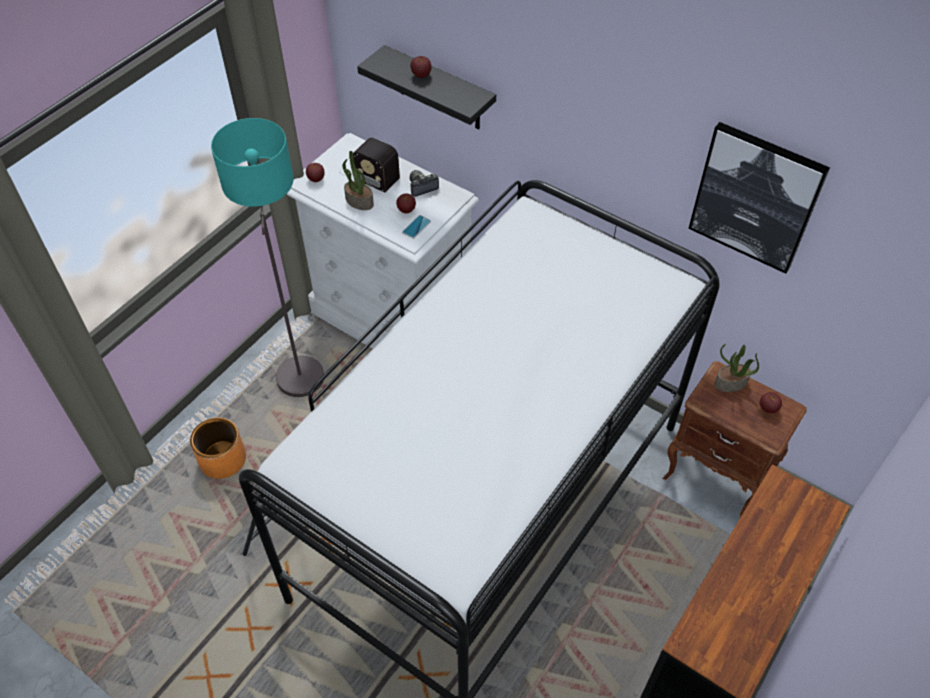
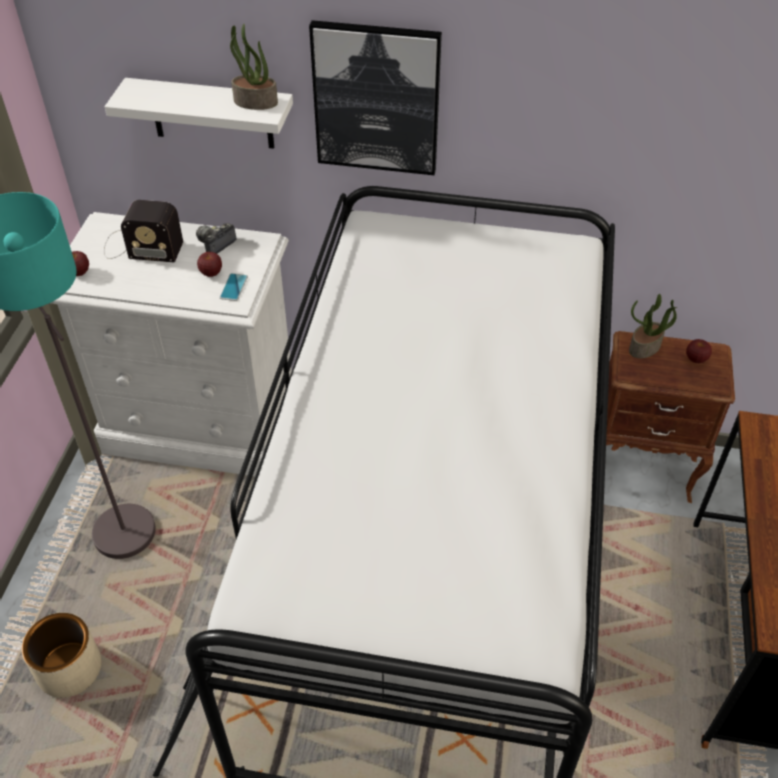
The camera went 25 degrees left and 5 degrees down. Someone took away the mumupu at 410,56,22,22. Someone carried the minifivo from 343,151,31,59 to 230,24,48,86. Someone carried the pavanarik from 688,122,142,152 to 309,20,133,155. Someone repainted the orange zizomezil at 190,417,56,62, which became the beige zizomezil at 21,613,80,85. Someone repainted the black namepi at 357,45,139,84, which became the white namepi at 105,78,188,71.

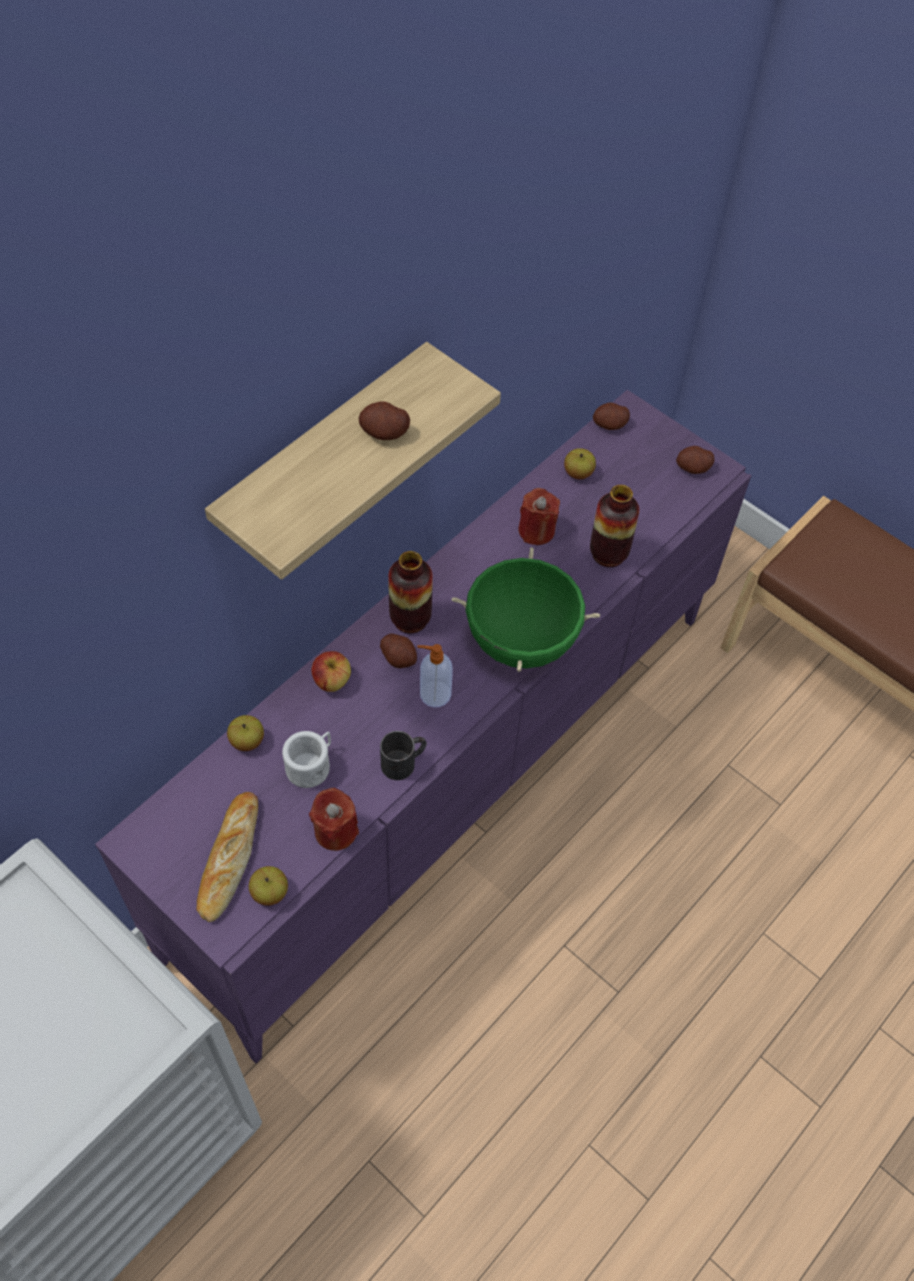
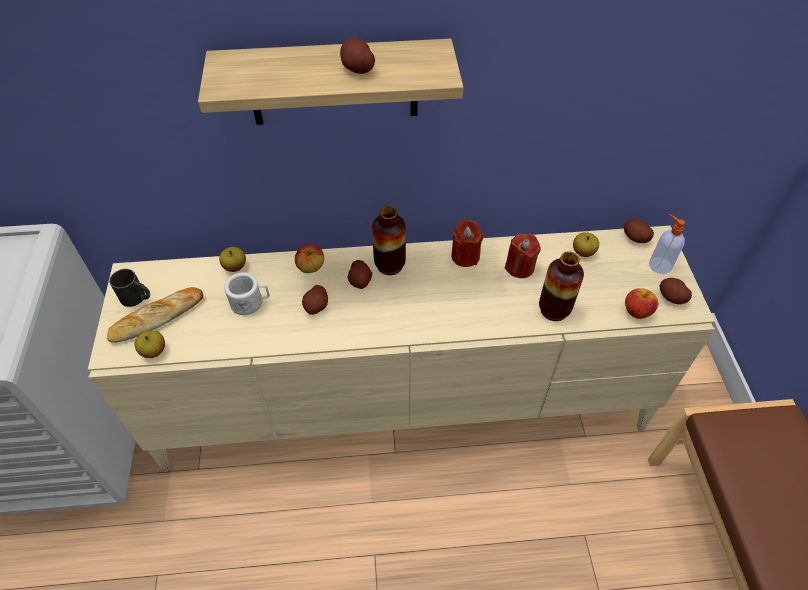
The camera went 45 degrees right and 5 degrees down. Someone took away the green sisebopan at 452,547,148,125. Someone put down the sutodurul at 302,285,26,30. Someone put down the mumupu at 625,288,33,31. Someone carried the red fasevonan from 309,787,50,64 to 451,220,32,47. Someone carried the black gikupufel from 380,731,47,49 to 109,269,41,38. Someone carried the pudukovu from 417,644,36,63 to 649,214,36,60. Someone repainted the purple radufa at 95,390,657,673, which became the beige radufa at 88,226,627,246.

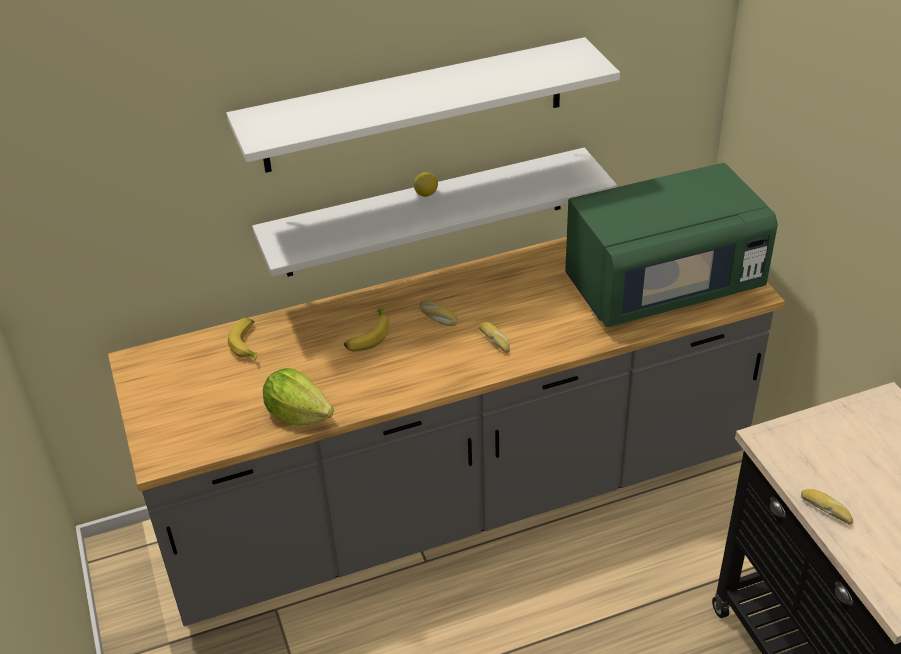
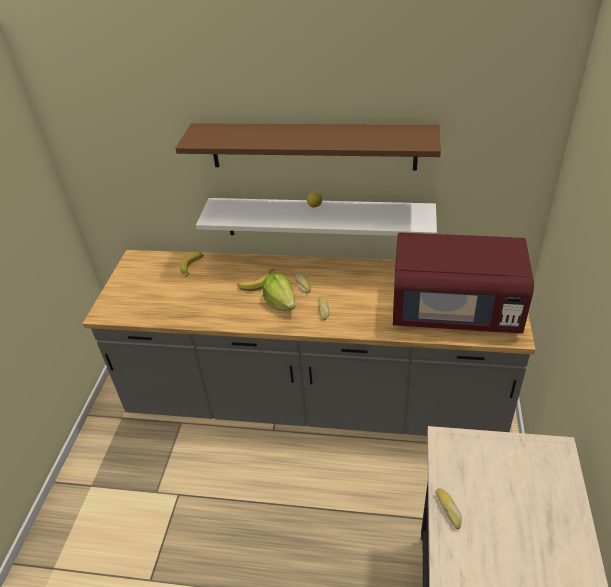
The camera went 30 degrees right and 0 degrees up. Someone carried the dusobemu from 263,368,71,58 to 263,273,32,38. Someone repainted the white namepi at 226,37,394,136, which became the brown namepi at 175,123,266,48. Someone repainted the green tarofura at 565,163,213,164, which became the red tarofura at 393,233,141,101.

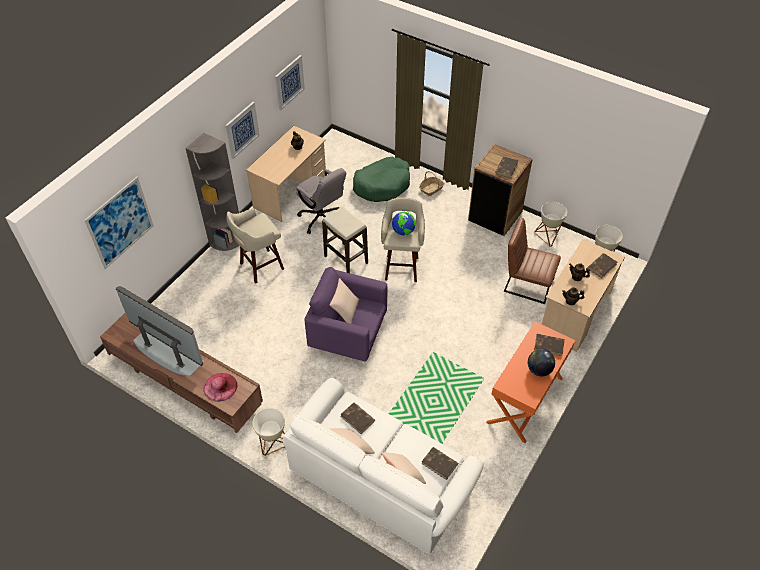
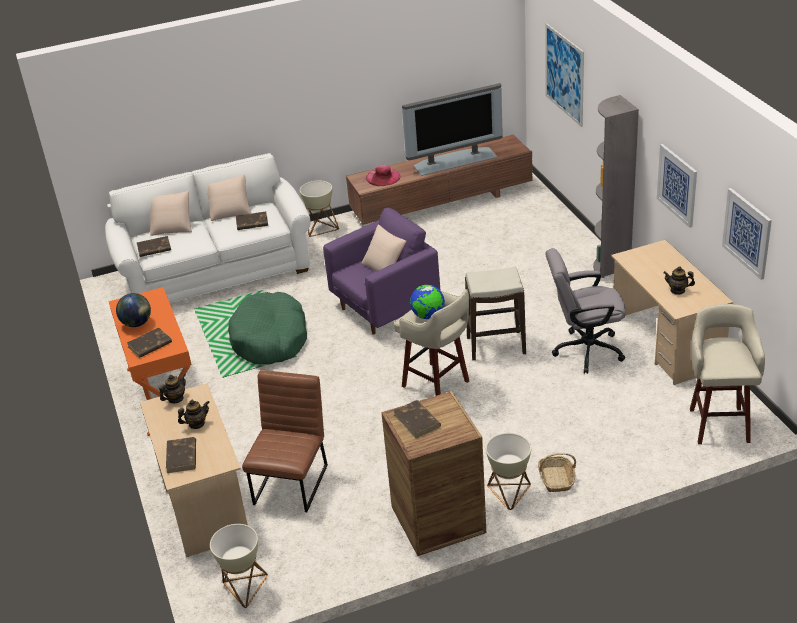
The camera went 130 degrees right and 15 degrees down. Someone carried the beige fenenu from 226,208,58,76 to 690,304,75,140. Someone carried the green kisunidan from 353,157,57,45 to 228,292,79,72. Someone carried the zizomezil from 534,202,33,45 to 486,433,45,77. Someone rotated the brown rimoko at 504,218,57,86 by 45 degrees counterclockwise.

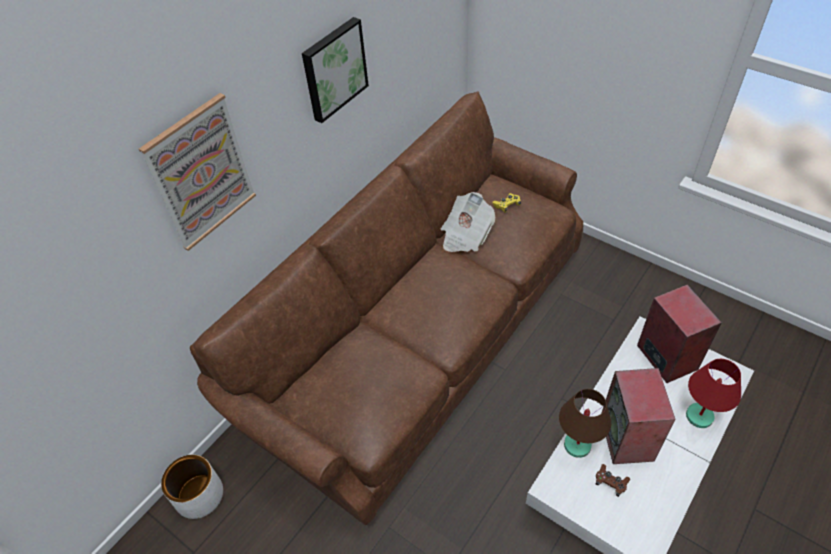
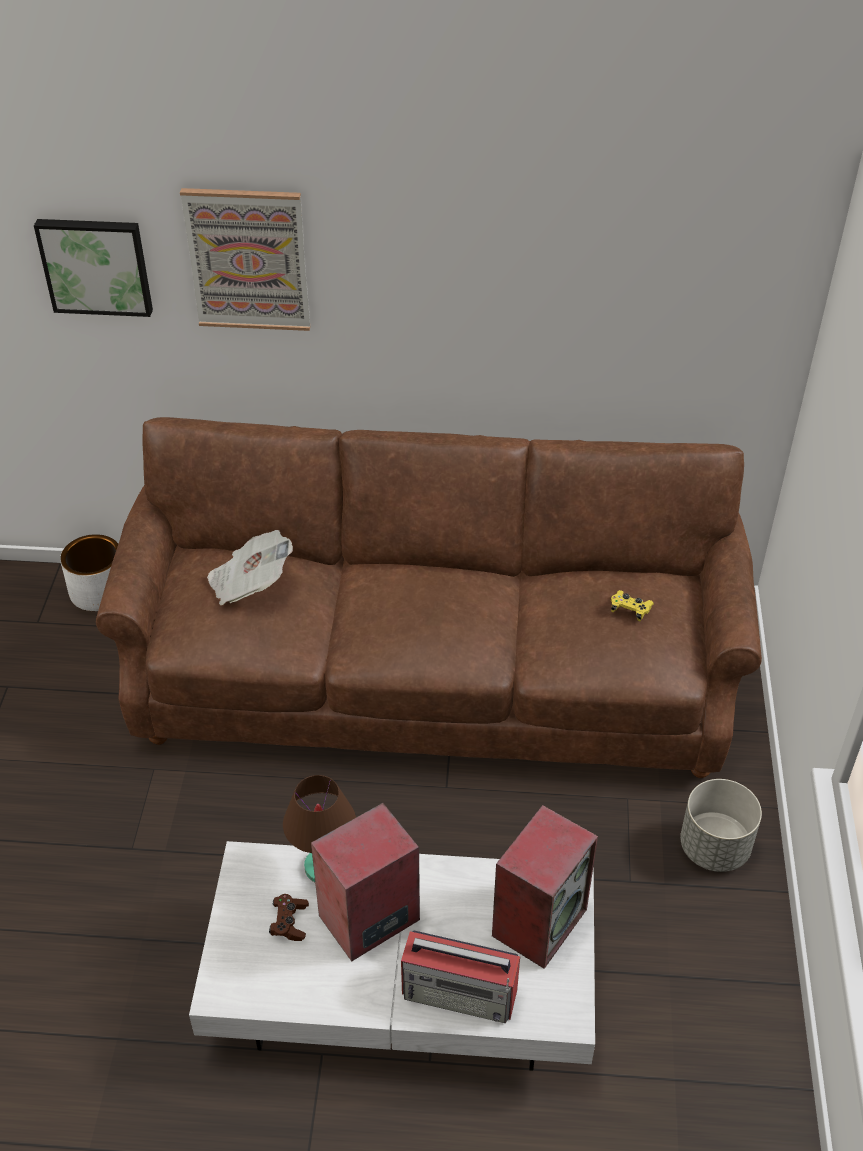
The camera went 55 degrees right and 5 degrees down. Someone put down the grey zizomezil at 680,779,82,93. Someone carried the pavanarik from 302,17,67,106 to 34,219,119,98. Someone carried the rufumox from 440,192,55,60 to 207,530,86,75. Someone swapped the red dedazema at 686,359,55,69 for the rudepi at 401,931,119,92.

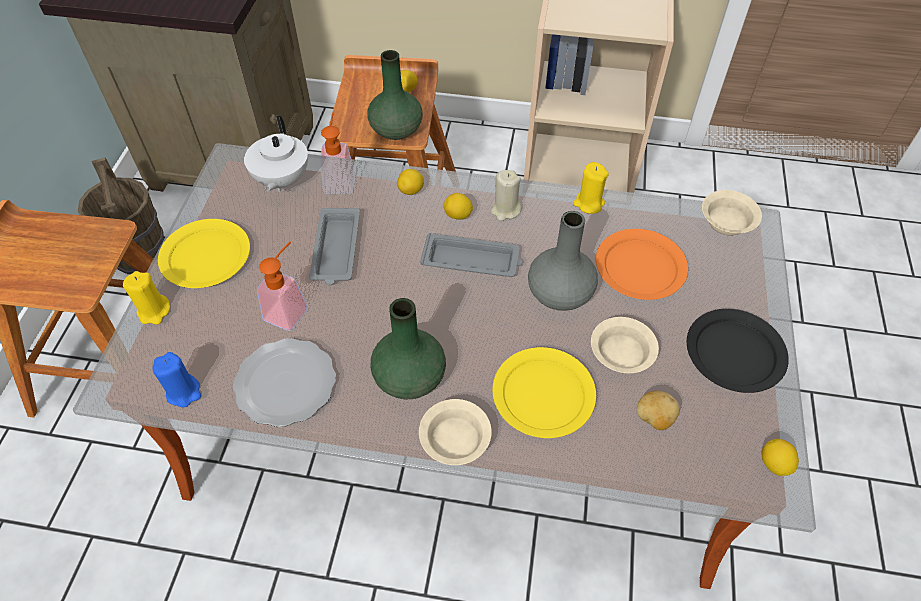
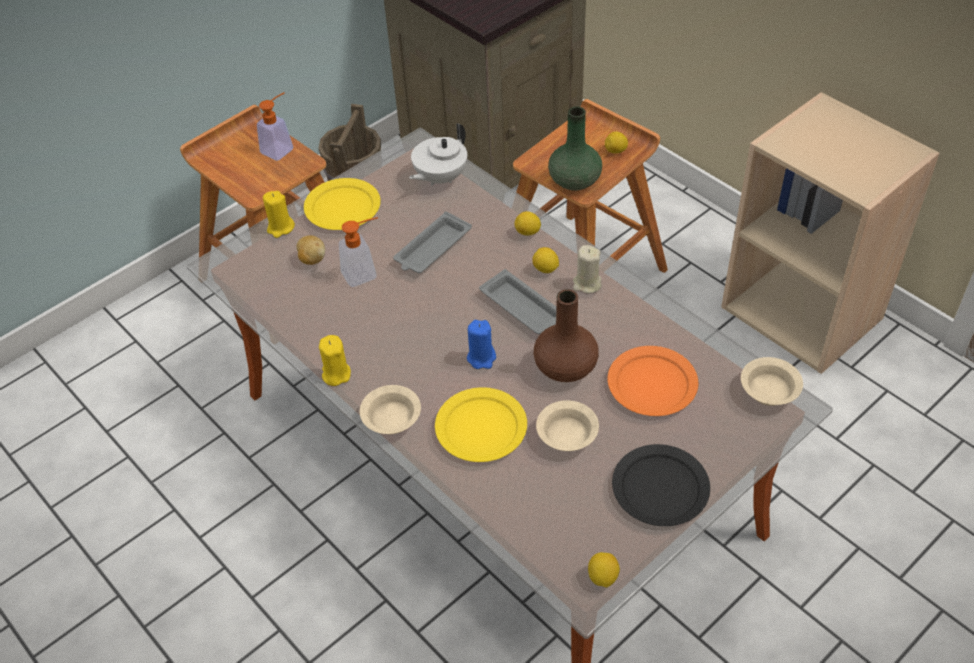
The camera went 40 degrees right and 5 degrees down. Someone took away the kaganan at 233,338,103,89. Someone took away the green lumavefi at 371,298,75,101. Someone carried the blue fasevonan from 152,352,49,55 to 467,320,29,49. Someone carried the pudukovu from 320,112,35,82 to 257,92,36,69. Someone carried the yellow fasevonan from 573,162,36,52 to 319,335,32,51. Someone carried the sutodurul from 637,391,43,39 to 297,236,28,29. Someone repainted the grey lumavefi at 528,211,70,100, which became the brown lumavefi at 534,289,65,93.

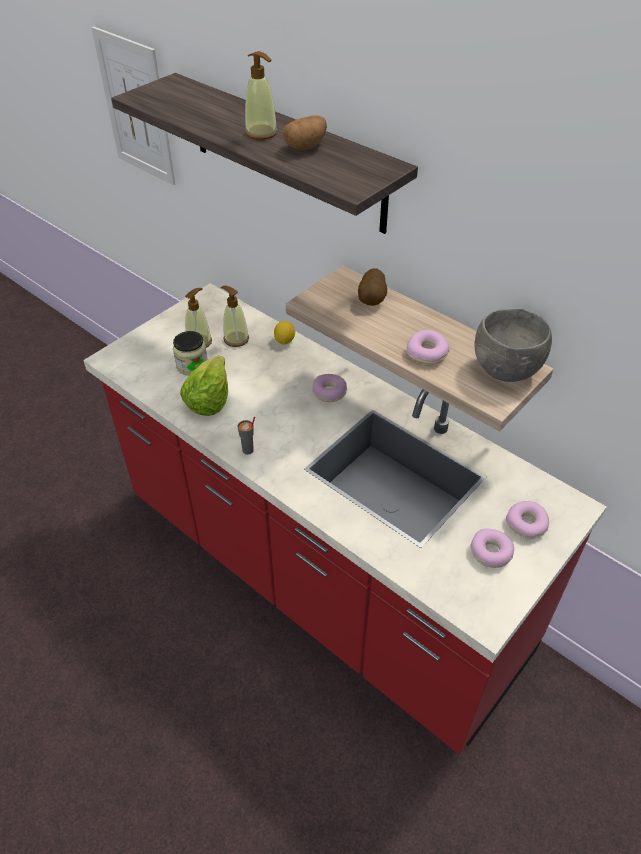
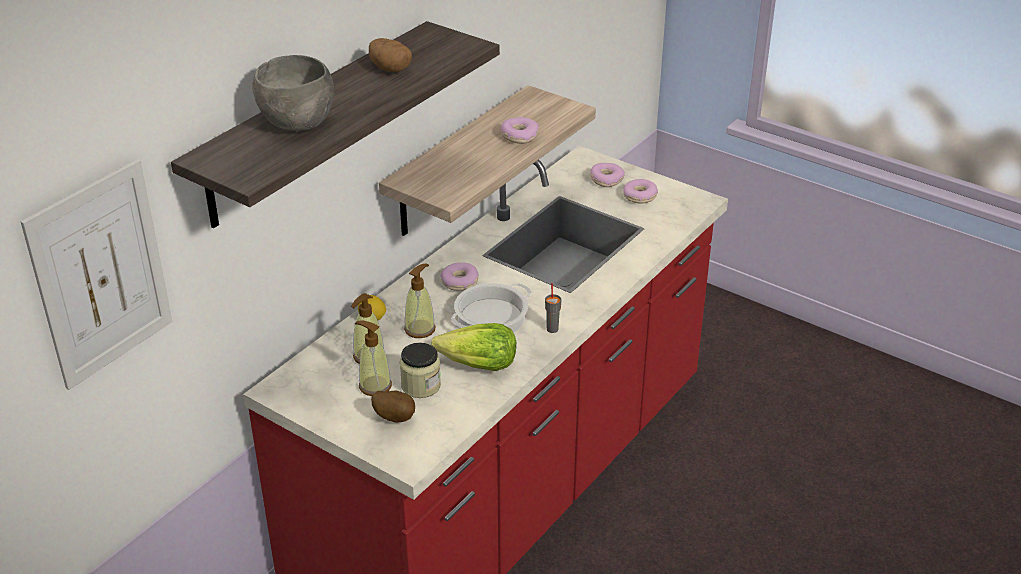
The camera went 95 degrees left and 10 degrees down. Someone put down the sisebopan at 451,283,81,50. Someone carried the pudukovu from 245,51,33,89 to 404,264,32,74. Someone carried the sutodurul from 358,268,29,38 to 371,391,44,32. Someone carried the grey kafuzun from 475,309,77,73 to 252,55,82,76.

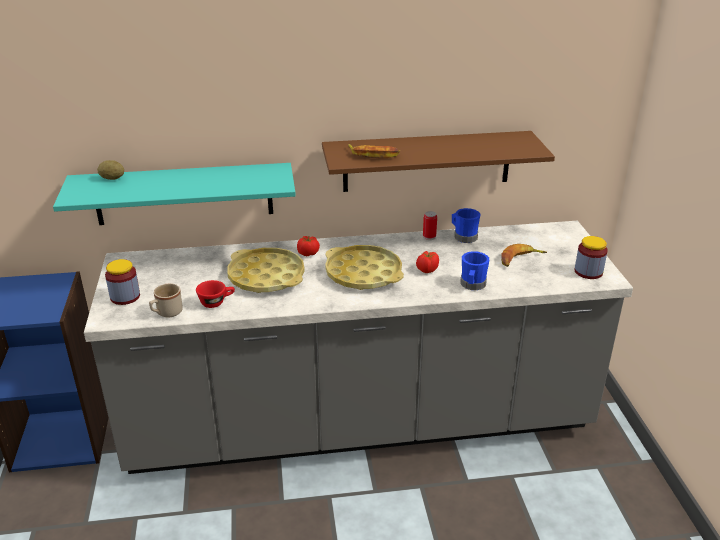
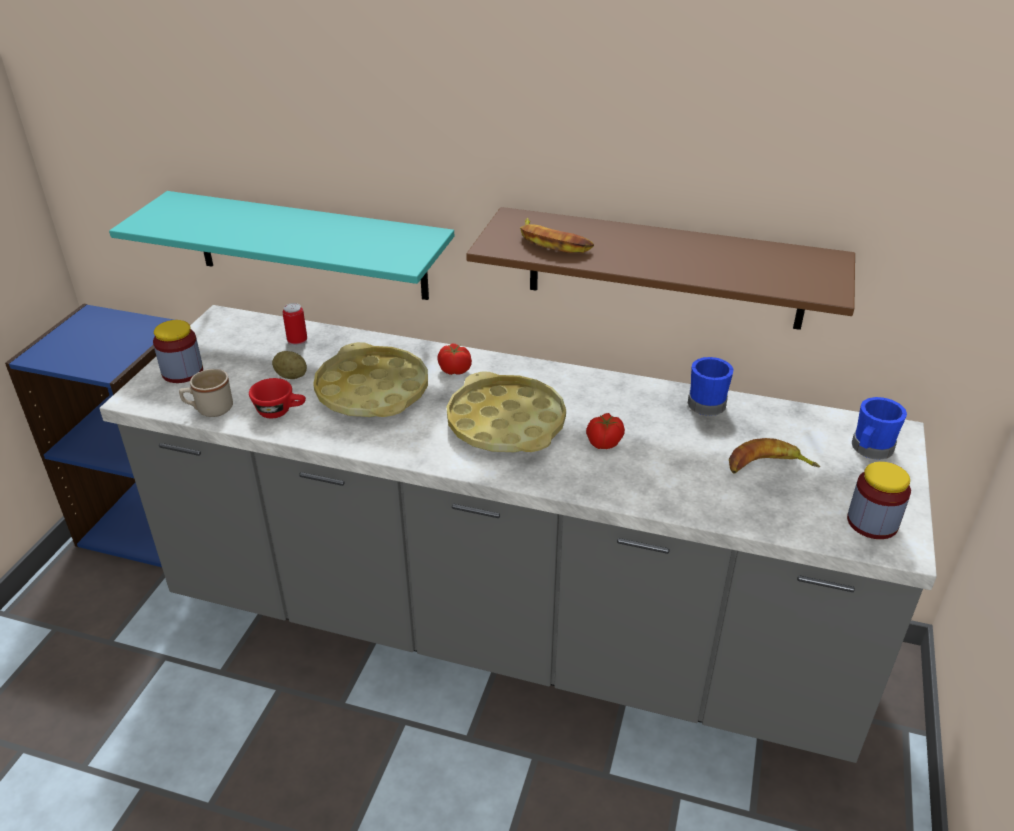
The camera went 25 degrees right and 5 degrees up. Someone carried the sutodurul from 97,160,27,20 to 272,351,35,28. Someone carried the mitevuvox from 423,211,14,29 to 282,303,25,44. Someone carried the blue gikupufel from 460,251,29,39 to 852,397,55,63.

